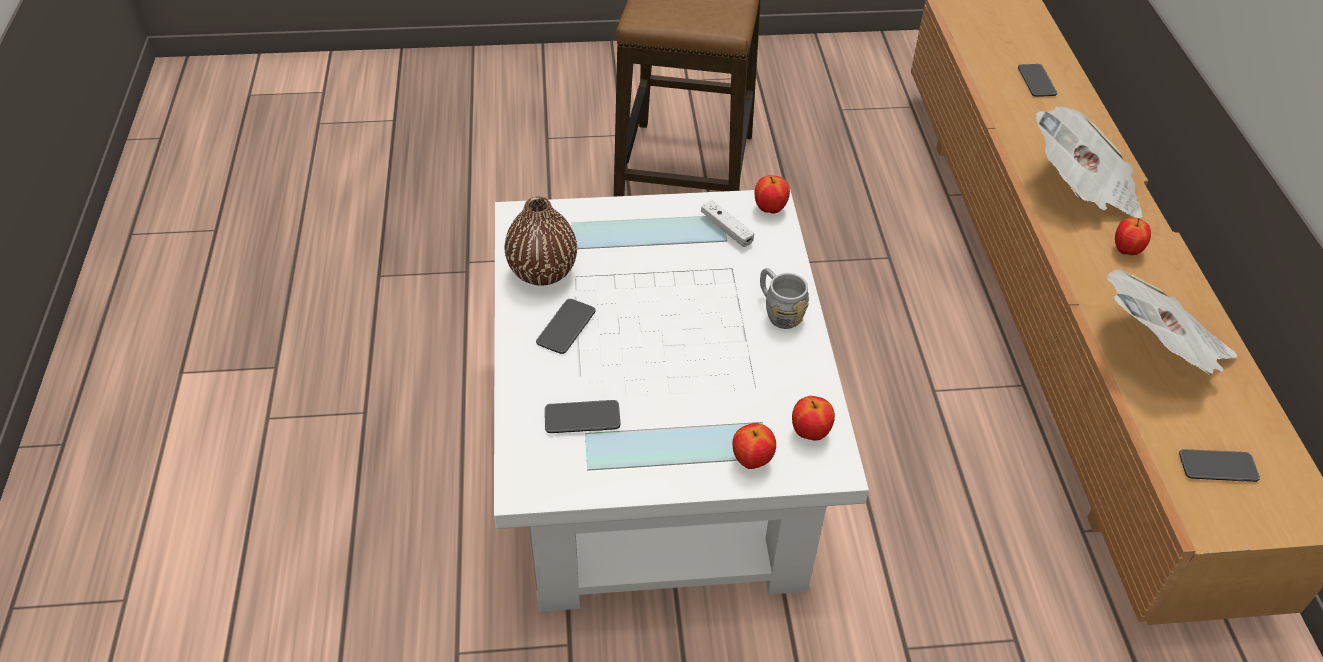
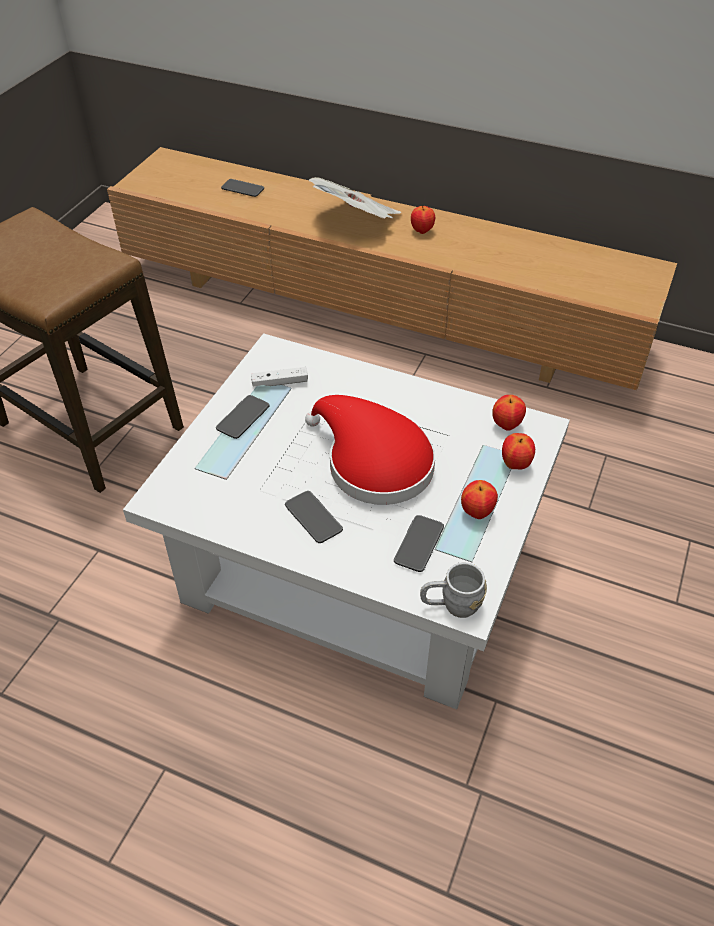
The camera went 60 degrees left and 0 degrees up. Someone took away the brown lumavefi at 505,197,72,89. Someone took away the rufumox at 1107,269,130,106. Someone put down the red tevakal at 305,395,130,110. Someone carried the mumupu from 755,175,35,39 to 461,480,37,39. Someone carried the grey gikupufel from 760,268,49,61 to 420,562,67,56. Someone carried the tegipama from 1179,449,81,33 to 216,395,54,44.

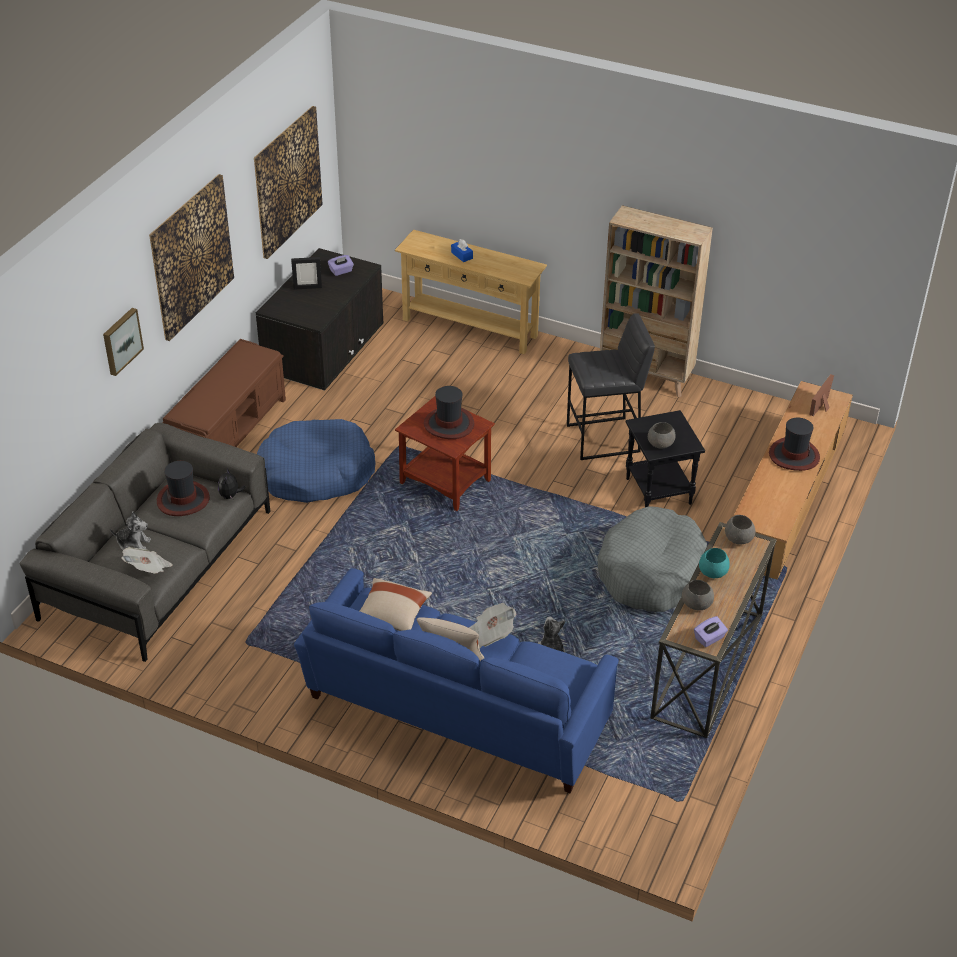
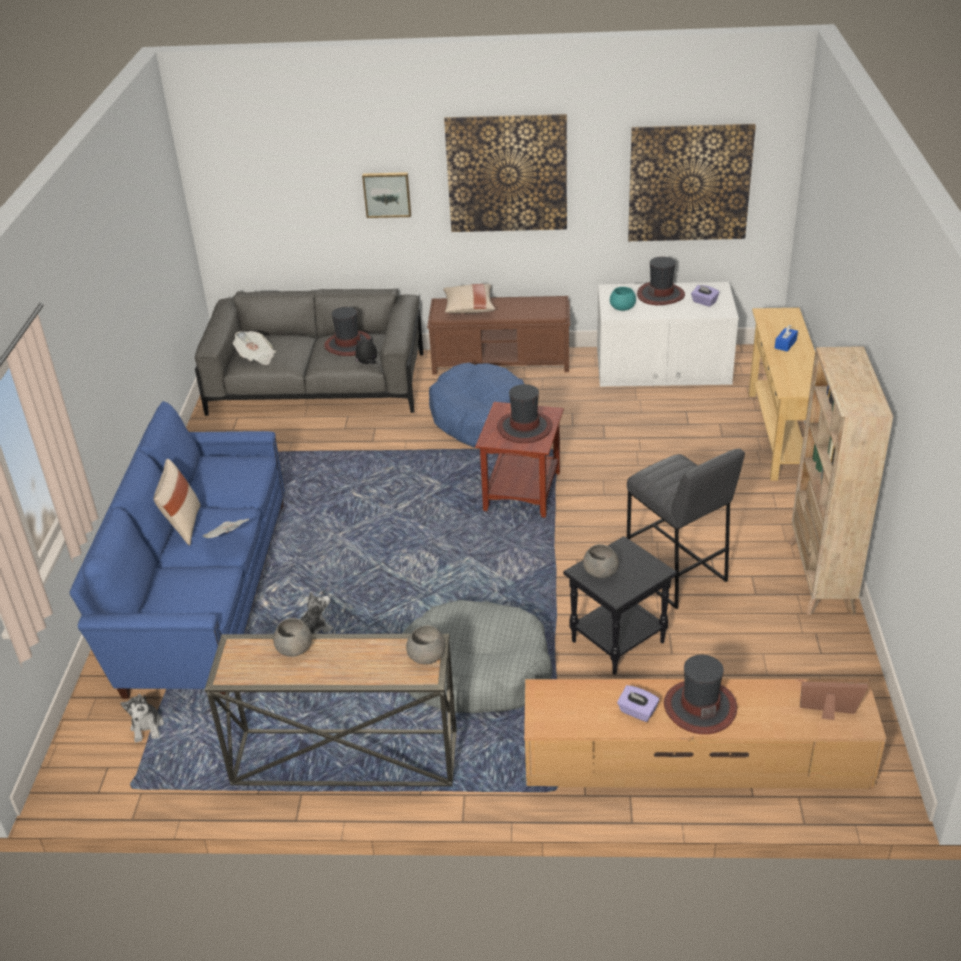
The camera went 70 degrees right and 5 degrees down. Someone carried the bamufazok from 110,511,41,39 to 120,694,44,48. Someone carried the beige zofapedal from 360,578,72,53 to 443,284,52,29. Someone carried the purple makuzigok from 694,616,34,31 to 617,685,42,37. Someone carried the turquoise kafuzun from 699,548,31,30 to 610,287,26,24. Someone swapped the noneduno at 291,257,31,33 for the tevakal at 637,257,48,48. Someone repainted the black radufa at 256,248,128,143, which became the white radufa at 597,282,142,105.

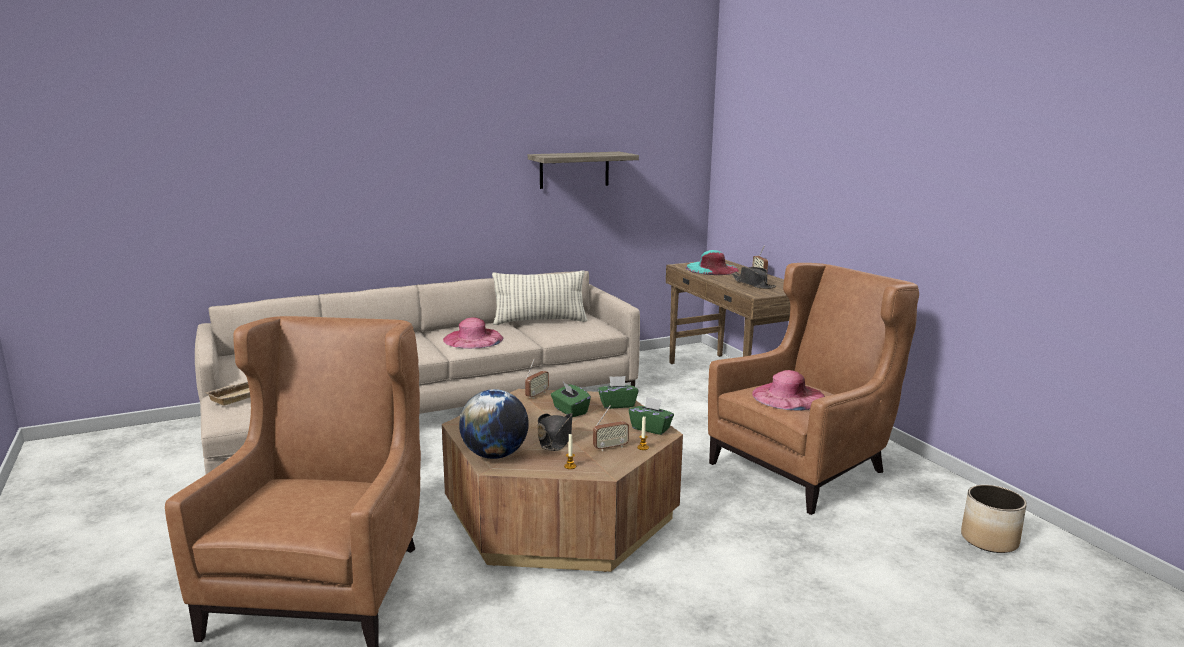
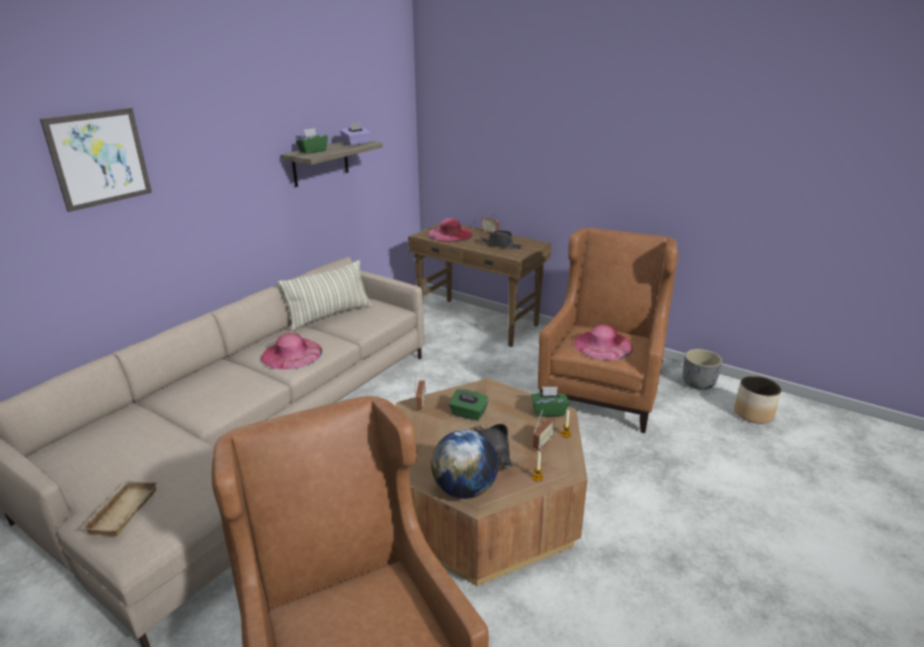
The camera went 30 degrees left and 10 degrees up. Someone put up the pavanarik at 40,108,112,104. Someone put down the purple makuzigok at 340,123,31,23. Someone put down the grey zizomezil at 683,349,39,41. Someone carried the green makuzigok from 598,376,40,33 to 296,128,32,26. Someone repainted the turquoise tevakal at 686,250,53,25, which became the pink tevakal at 427,218,46,24.

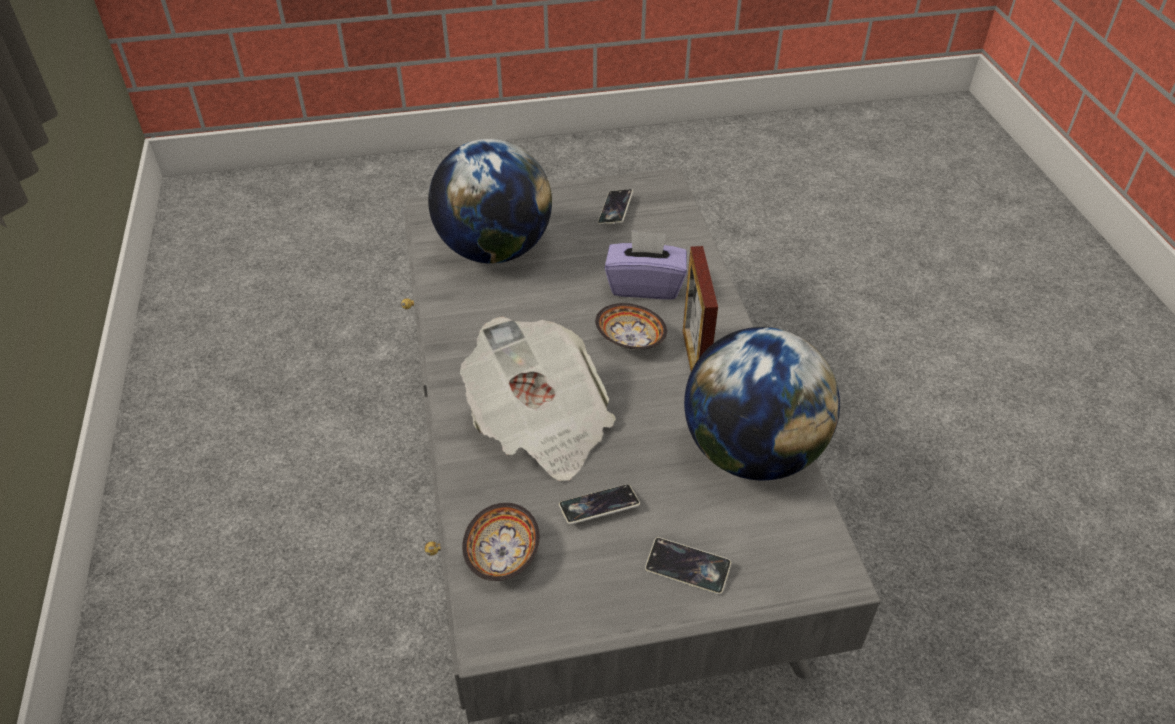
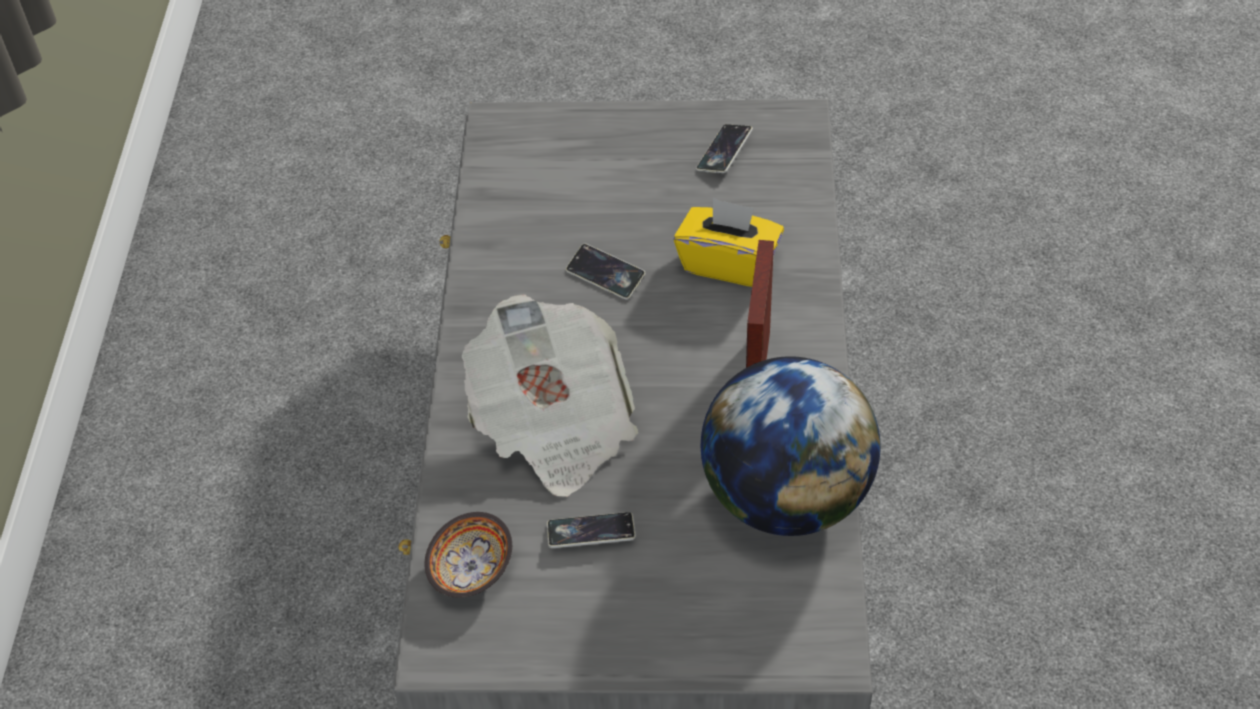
The camera went 15 degrees right and 5 degrees up. Someone took away the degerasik at 428,139,124,125. Someone took away the kafuzun at 595,303,72,47. Someone carried the tegipama from 645,537,86,58 to 566,243,80,57. Someone repainted the purple makuzigok at 605,230,82,70, which became the yellow makuzigok at 674,197,110,90.

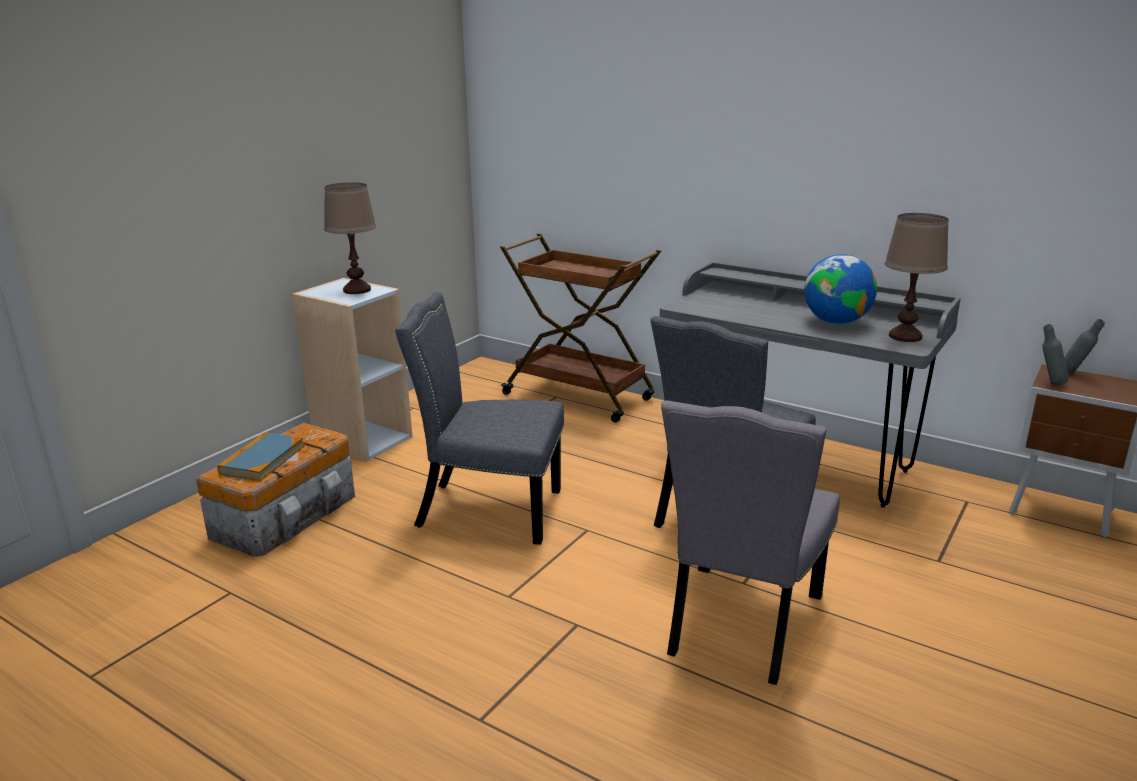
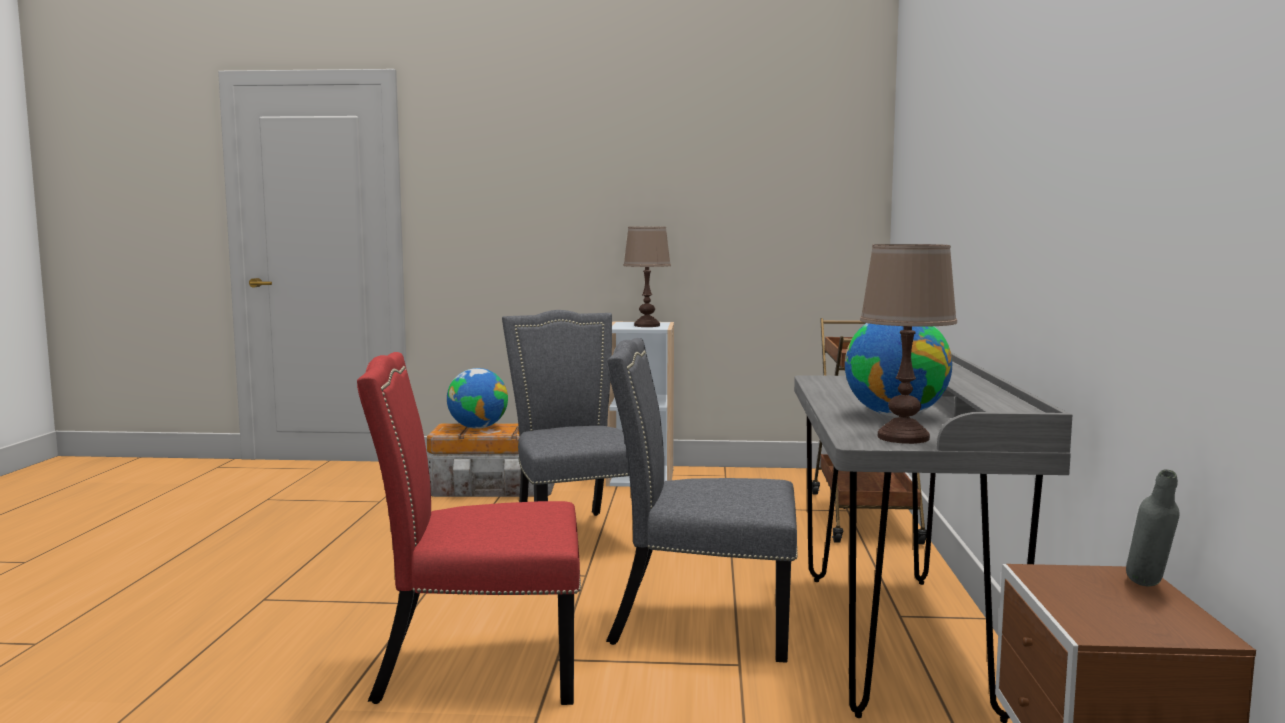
The camera went 60 degrees right and 15 degrees down. Someone took away the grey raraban at 1042,324,26,61. Someone swapped the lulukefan at 217,432,87,49 for the degerasik at 447,368,61,61. Someone repainted the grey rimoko at 661,400,179,285, which became the red rimoko at 357,352,224,353.

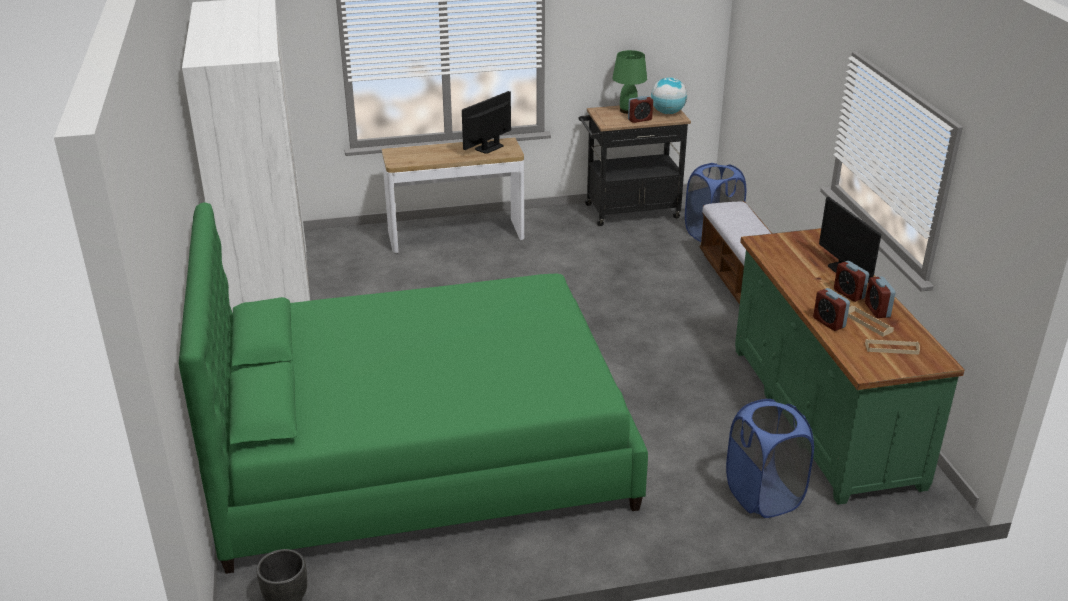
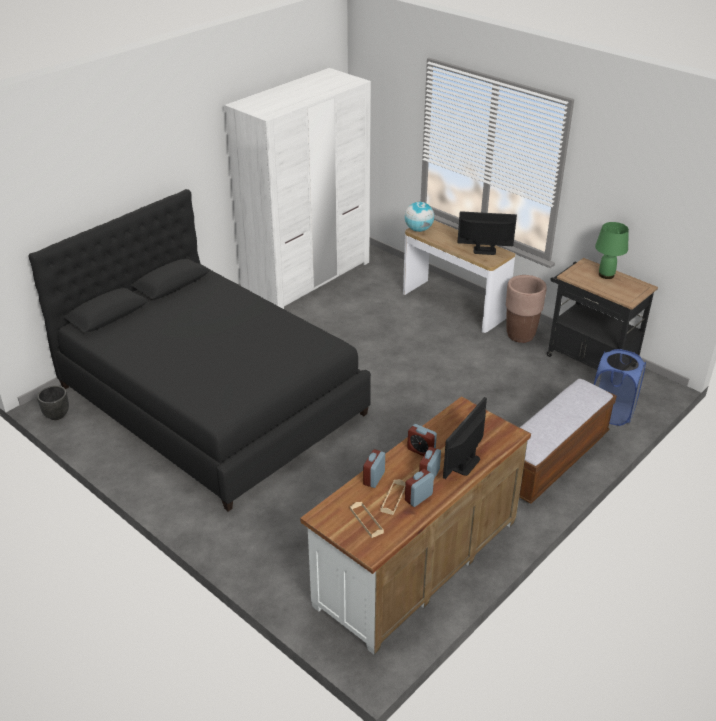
The camera went 55 degrees right and 5 degrees up. Someone took away the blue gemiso at 726,399,88,119. Someone put down the brown zizomezil at 506,275,41,68. Someone carried the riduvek from 628,96,25,27 to 407,424,30,32. Someone carried the degerasik from 651,77,36,37 to 405,202,29,30. Someone repainted the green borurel at 179,202,469,372, which became the black borurel at 29,189,342,323. Someone repainted the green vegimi at 735,228,230,277, which became the white vegimi at 300,396,231,258.

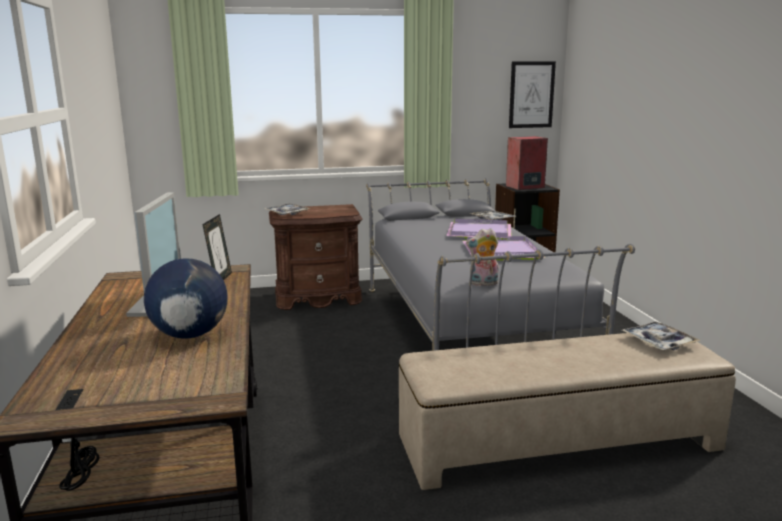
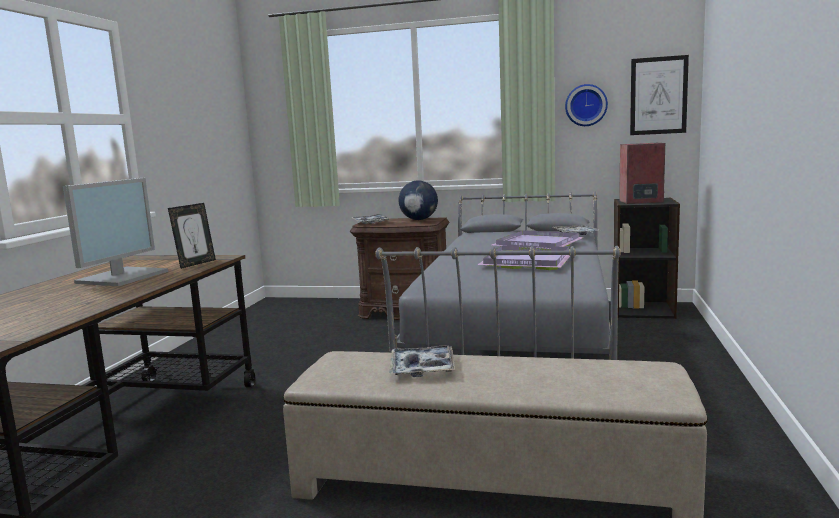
The camera went 25 degrees right and 5 degrees down. Someone took away the bamufazok at 466,228,33,58. Someone put up the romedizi at 565,84,43,42. Someone carried the degerasik from 144,258,84,81 to 398,180,40,40. Someone carried the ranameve from 622,322,78,29 to 389,345,66,32.

